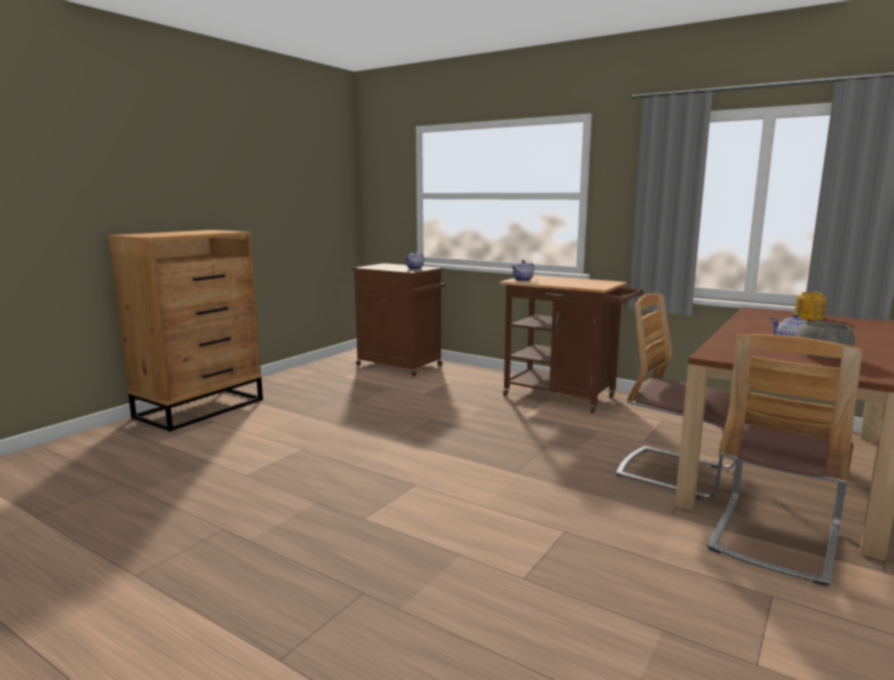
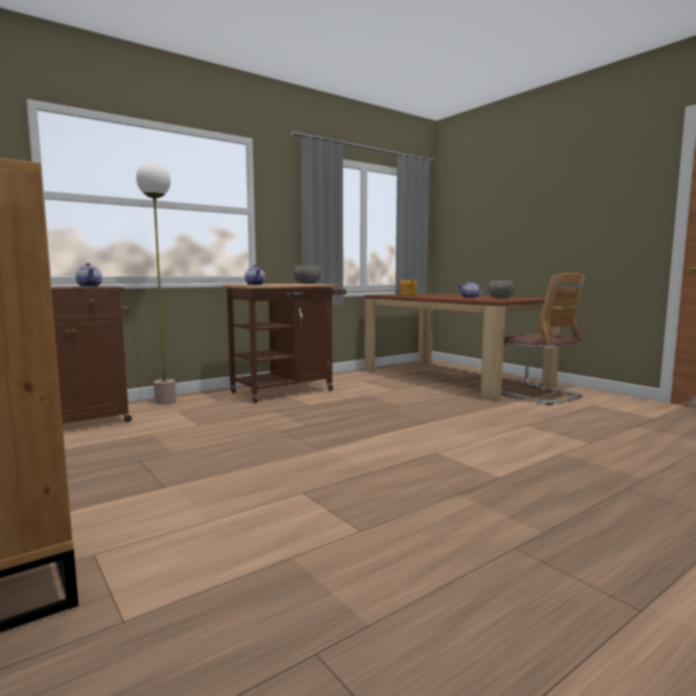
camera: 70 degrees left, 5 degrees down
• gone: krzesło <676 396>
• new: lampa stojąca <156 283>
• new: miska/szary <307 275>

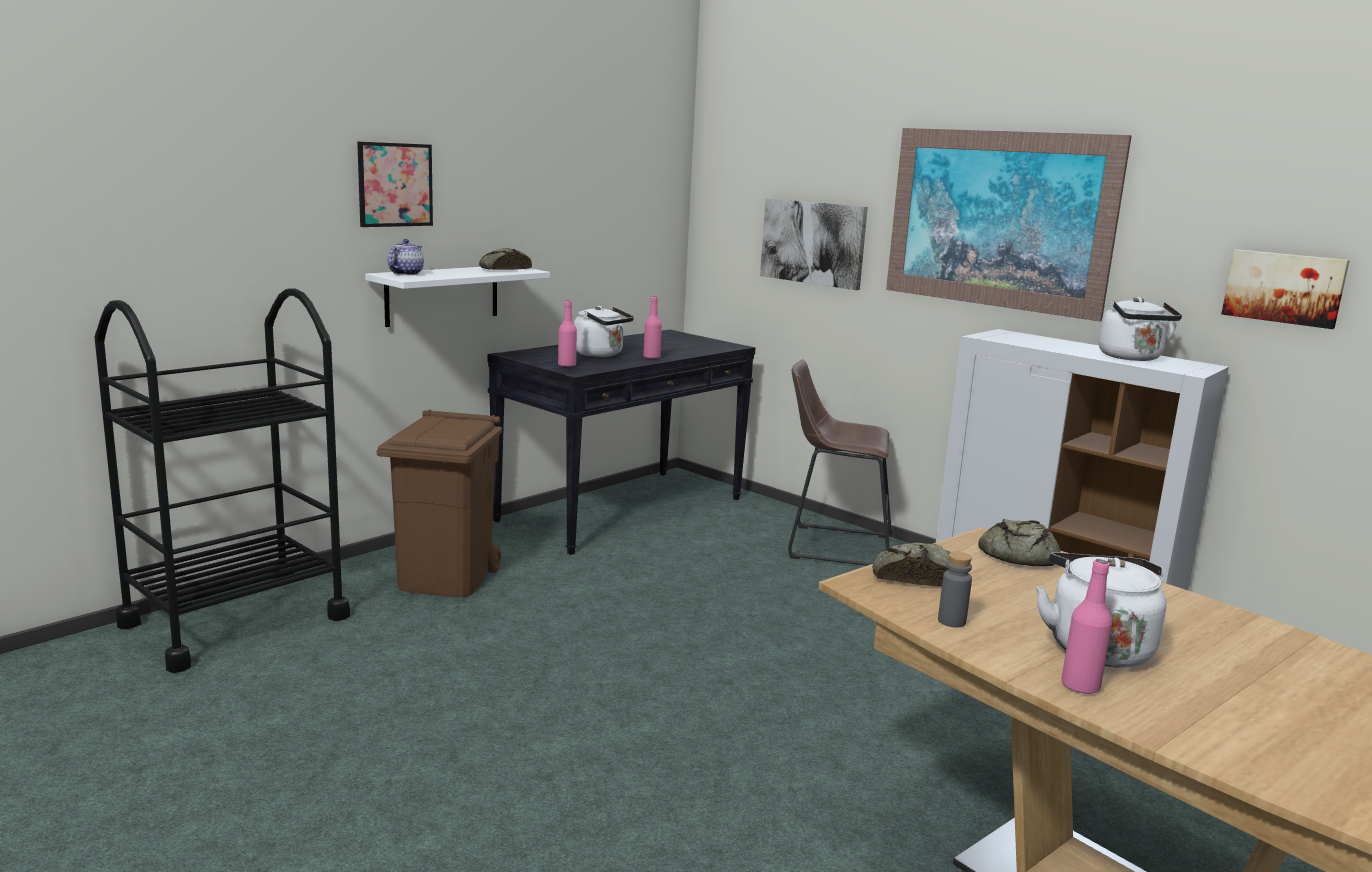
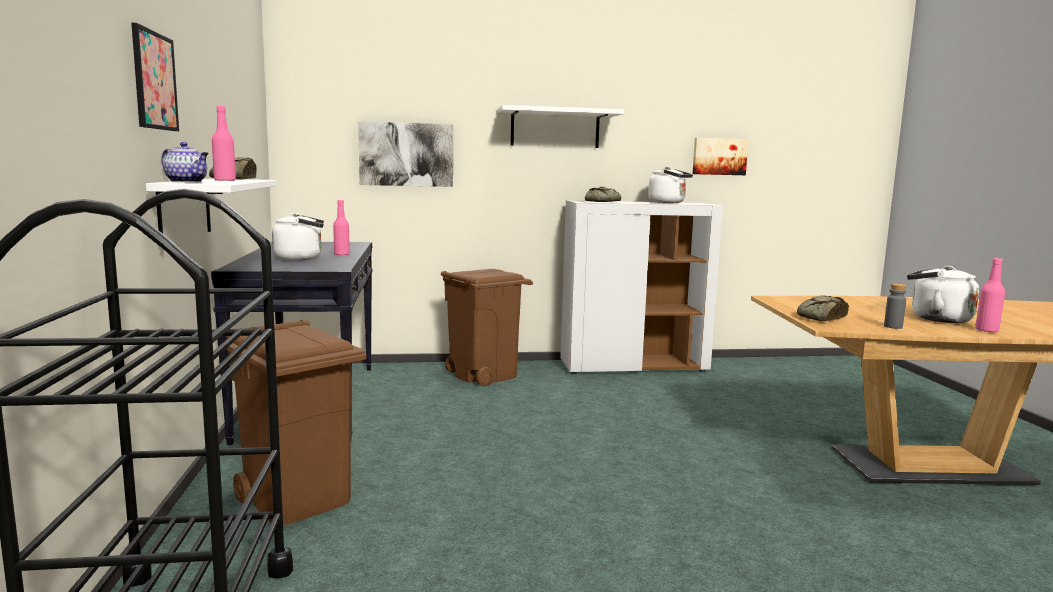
camera: 50 degrees left, 5 degrees down
• shifted: butelka/różowy <567 333> to <224 143>
• shifted: chleb <1019 542> to <603 194>
• swapped: stołek/brązowy <839 463> to kosz na śmieci/brązowy <487 327>
• swapped: obraz <1009 224> to półka/biały <561 126>
• rotated: imbryk <405 257> = <185 162> 150 degrees clockwise

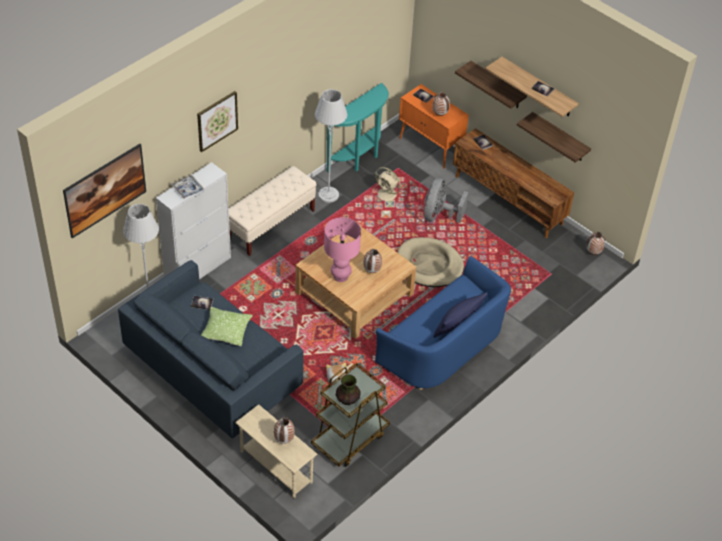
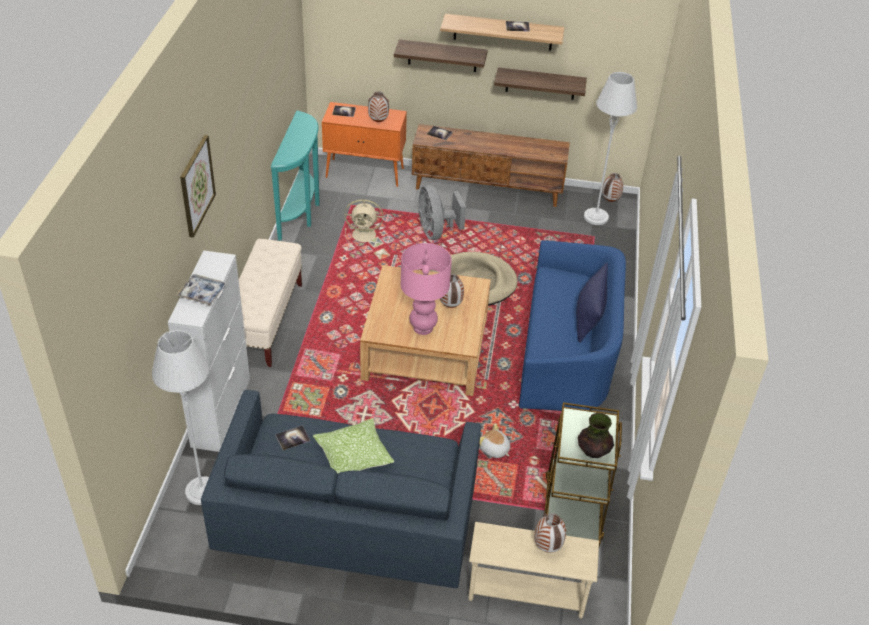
camera: 35 degrees left, 5 degrees down
• gone: obraz <104 191>
• shifted: lampa stojąca/szary <331 146> to <610 148>

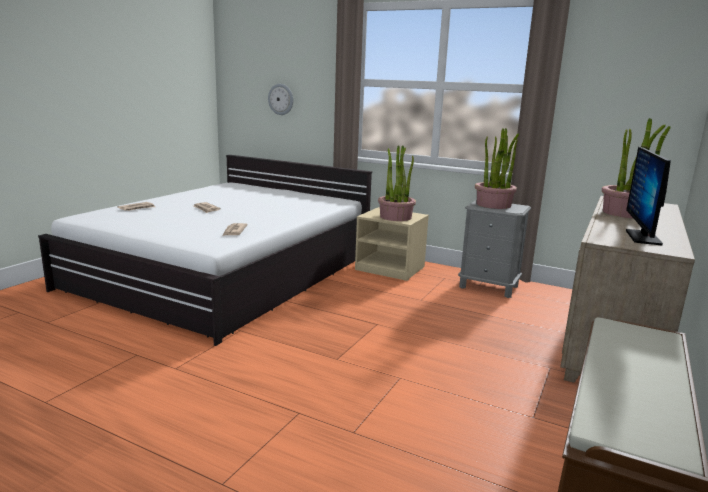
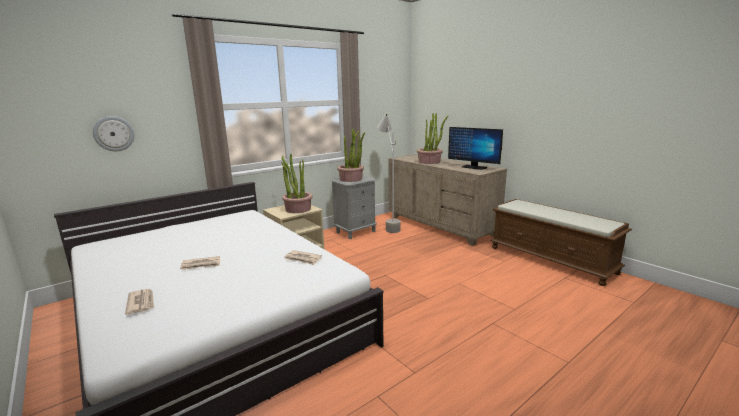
camera: 65 degrees left, 0 degrees up
• new: lampa stojąca/szary <388 173>

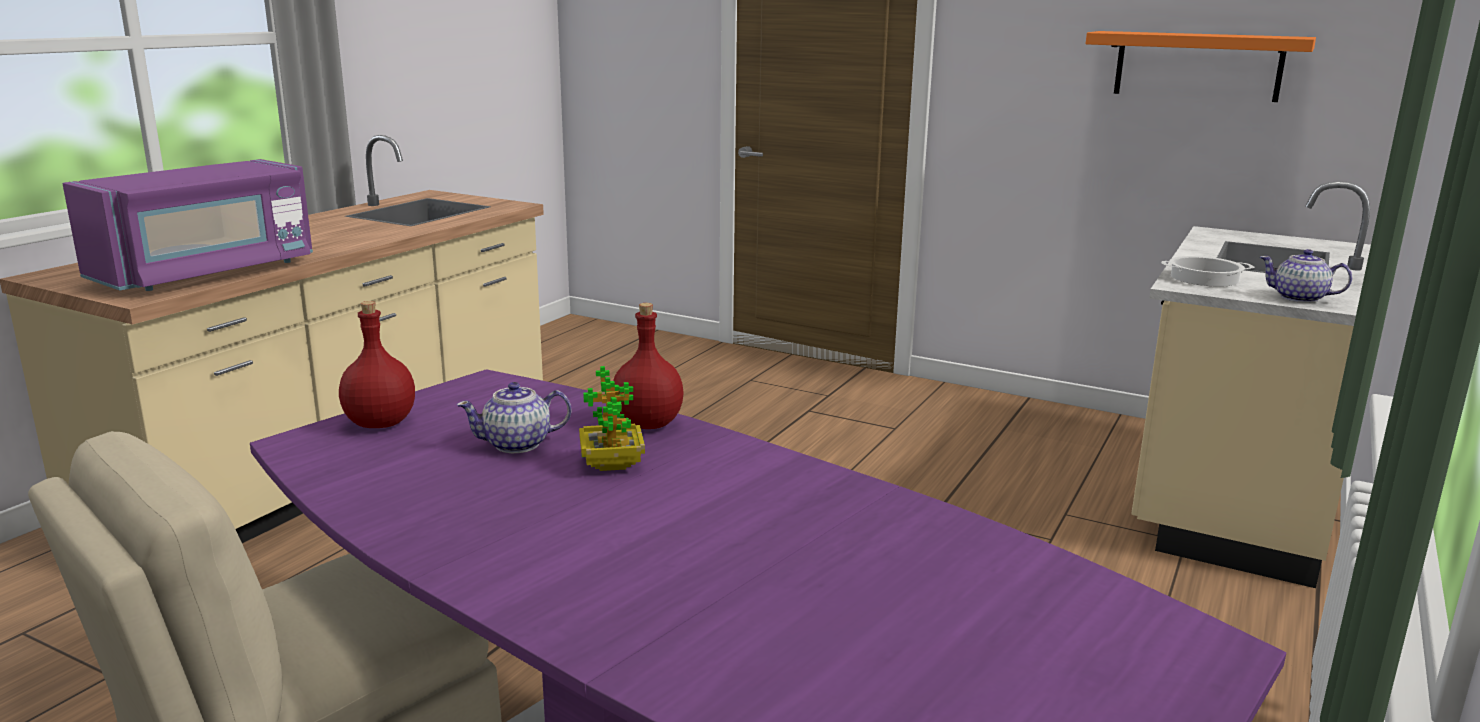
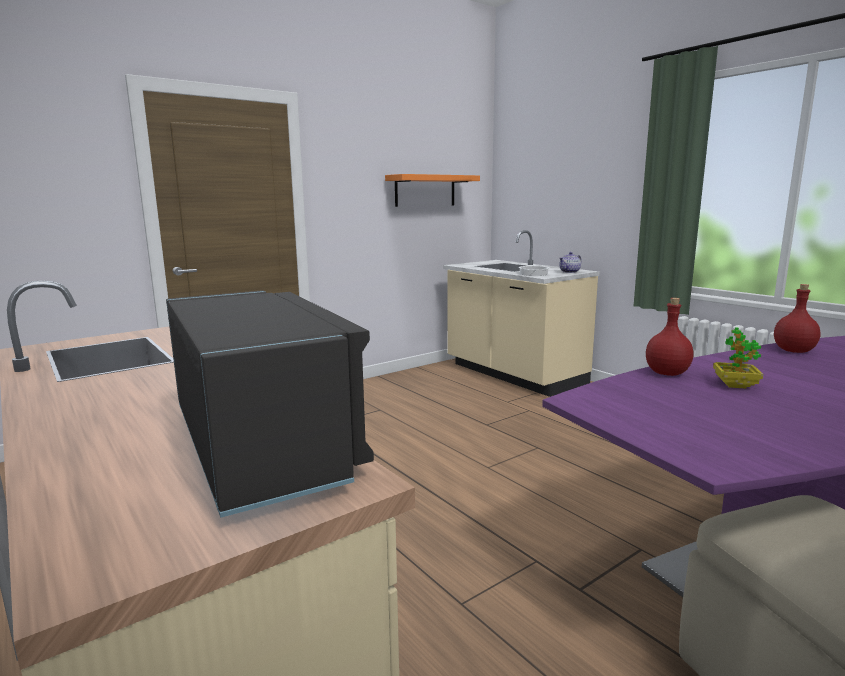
camera: 65 degrees left, 5 degrees down
• gone: imbryk <514 417>
• shifted: butelka/czerwony <377 364> to <797 318>
• repainted: mikrofalówka/fioletowy <187 225> to mikrofalówka/czarny <270 404>

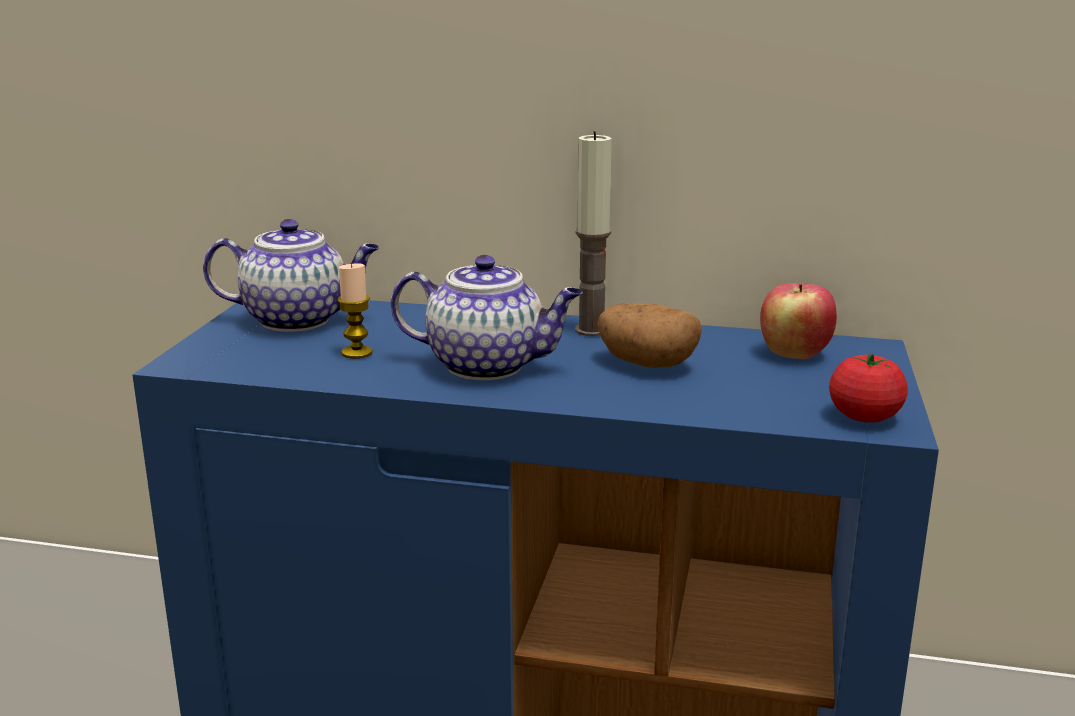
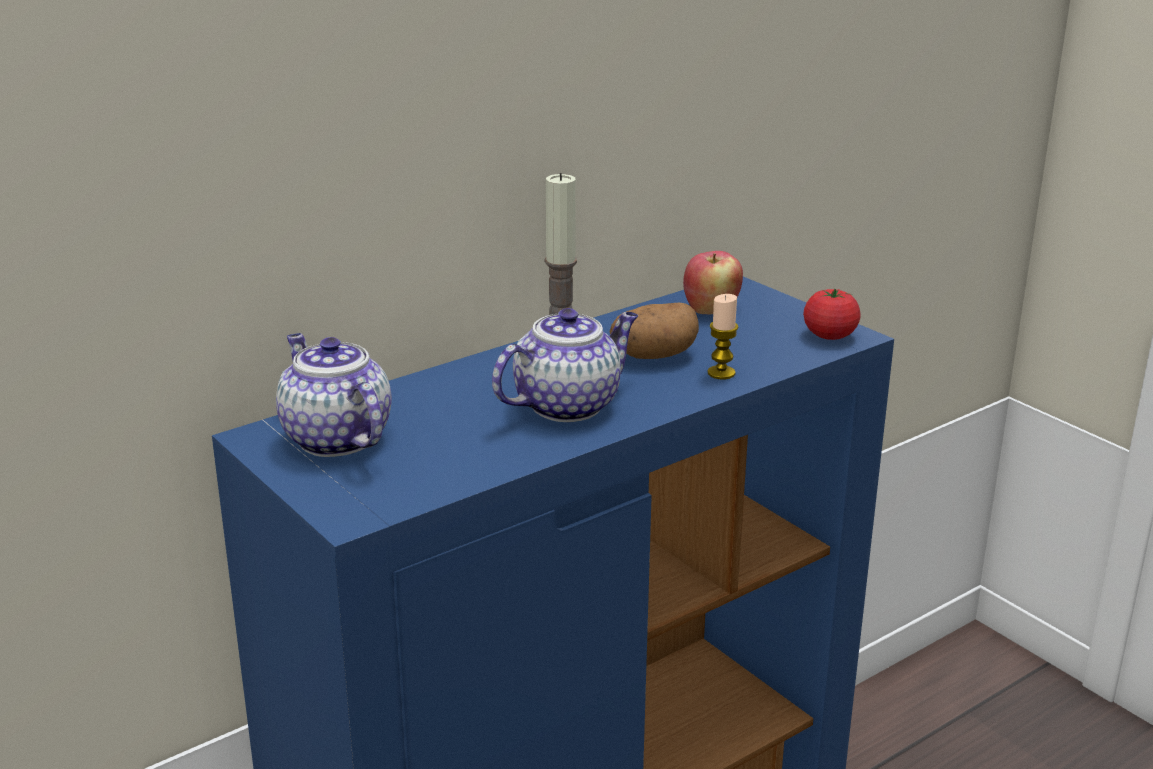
camera: 50 degrees left, 5 degrees up
• shifted: świeca <355 311> to <723 336>
• rotated: imbryk <291 275> = <334 395> 75 degrees counterclockwise

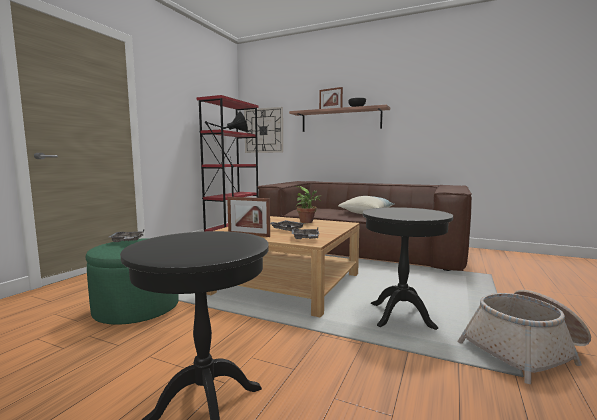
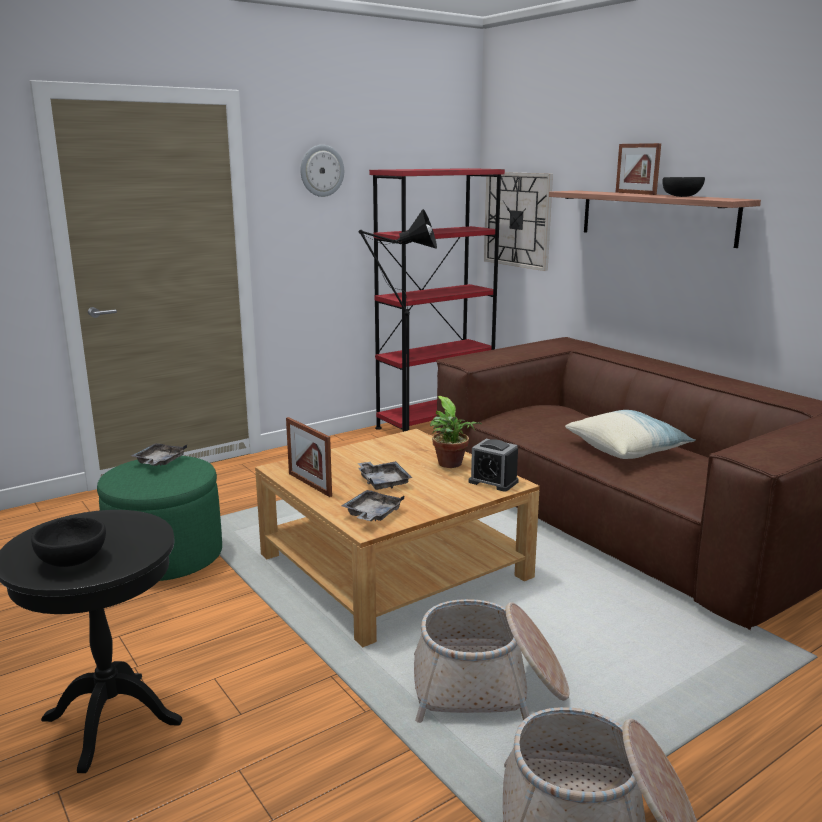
camera: 30 degrees right, 10 degrees up
• new: miska/czarny <68 542>
• new: zegar ścienny <322 171>
• new: budzik <494 465>
• swapped: stolik/czarny <408 268> to koszyk <492 661>

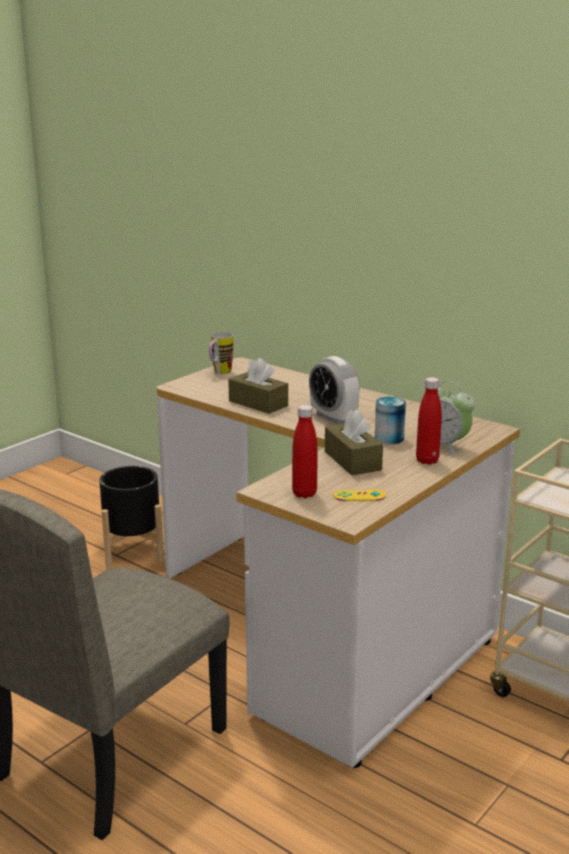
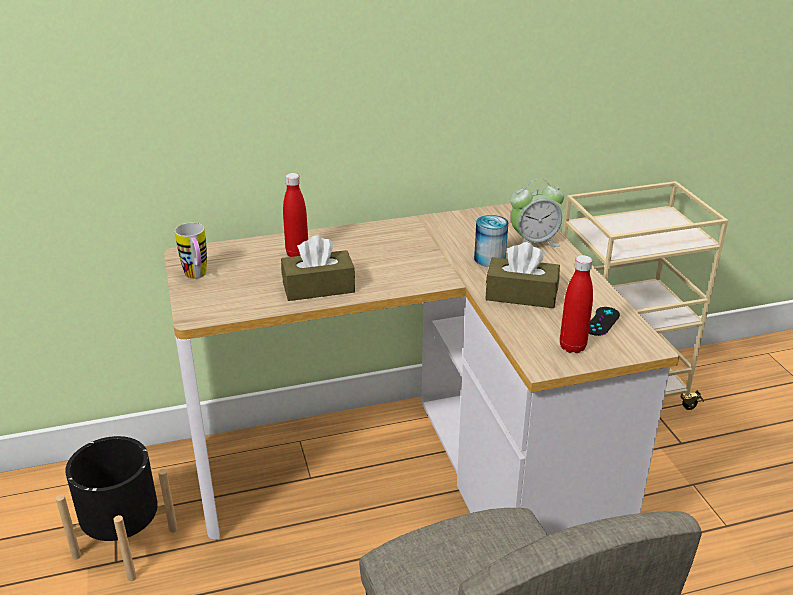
camera: 55 degrees left, 10 degrees up
• gone: budzik <334 390>
• shifted: butelka/czerwony <429 421> to <295 215>
• repainted: pad do gier/żółty <360 495> to pad do gier/czarny <604 321>

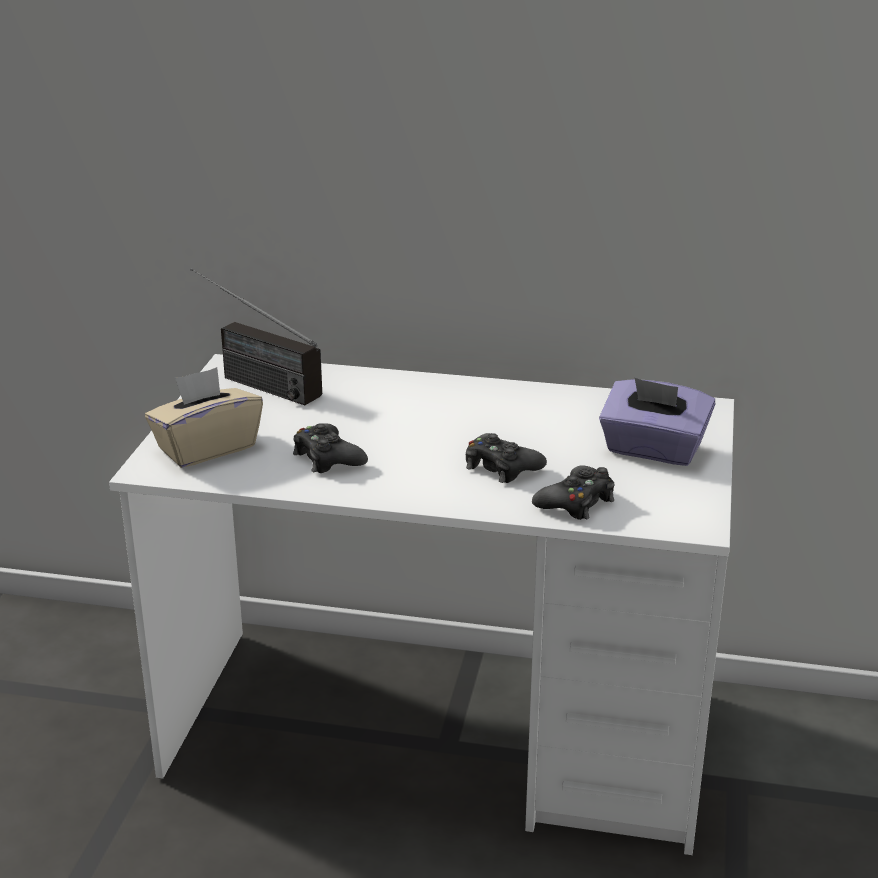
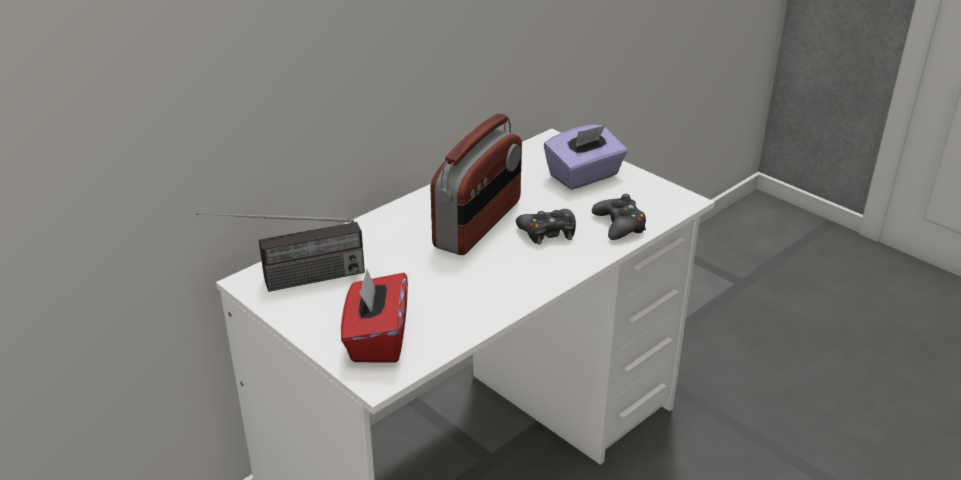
camera: 55 degrees left, 5 degrees up
• gone: pad do gier/czarny <330 448>
• new: radio <476 184>
• repainted: pudełko chusteczek/beżowy <204 417> to pudełko chusteczek/czerwony <374 316>

